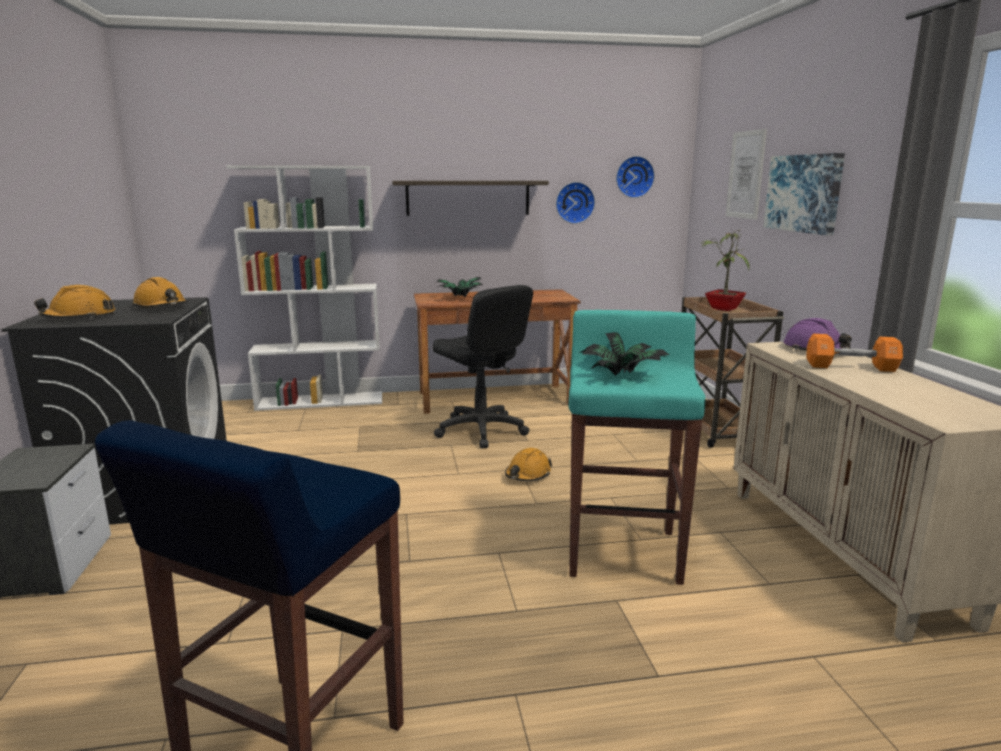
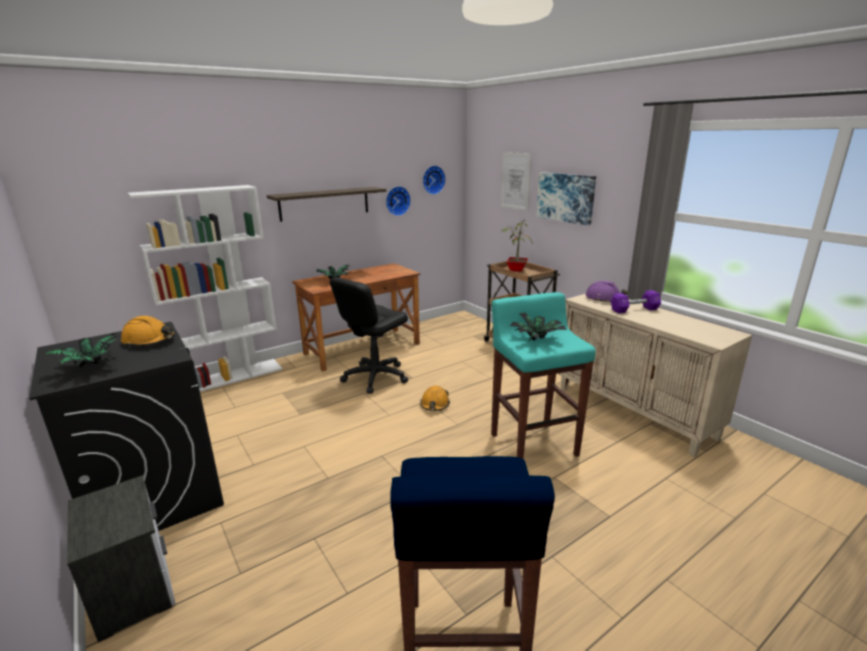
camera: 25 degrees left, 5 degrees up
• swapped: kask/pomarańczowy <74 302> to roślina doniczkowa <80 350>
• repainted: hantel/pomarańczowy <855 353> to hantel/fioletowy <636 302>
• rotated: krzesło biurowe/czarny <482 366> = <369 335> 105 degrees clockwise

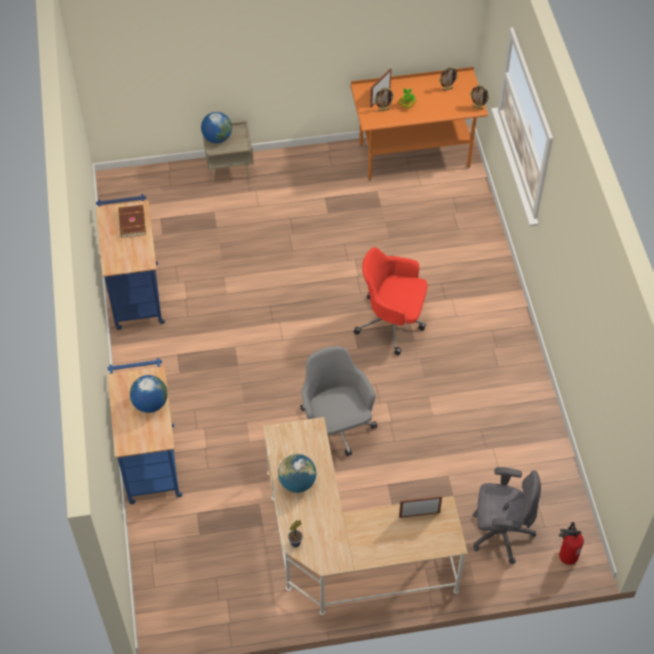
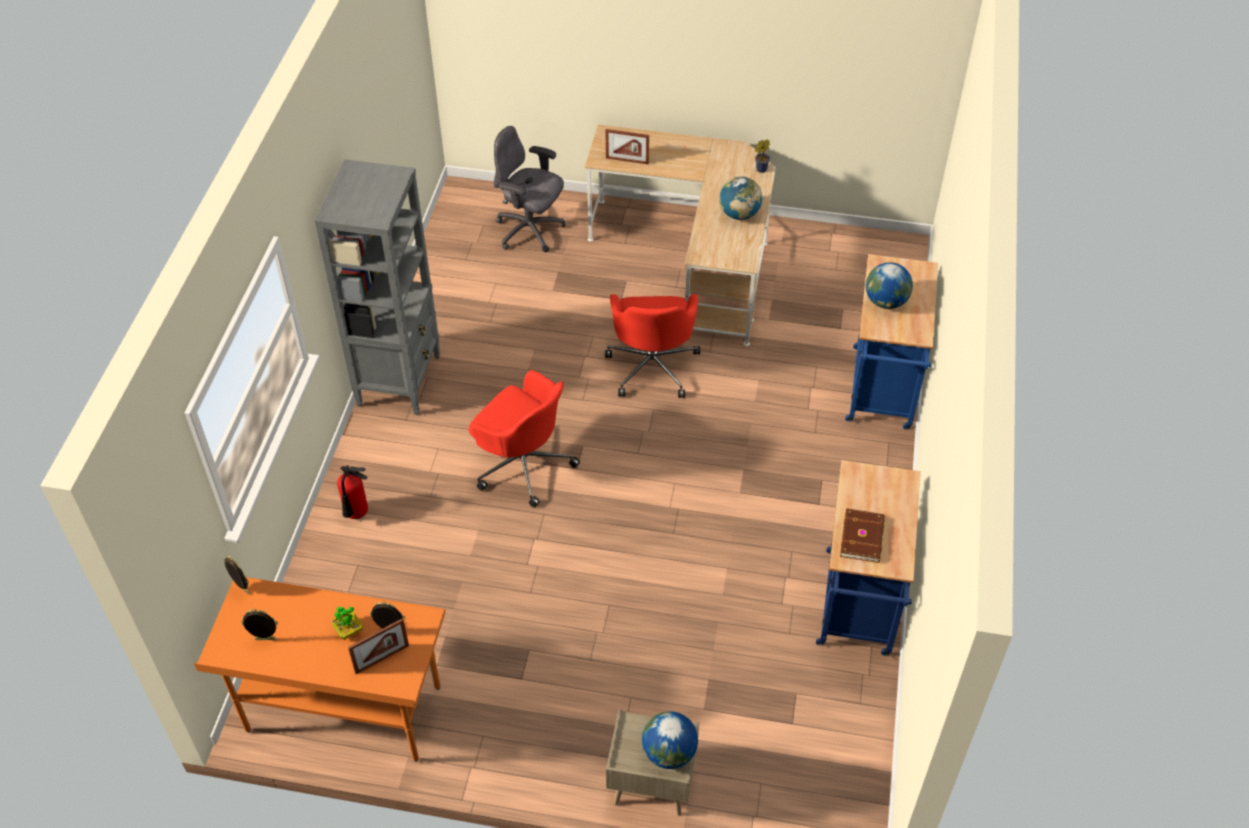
camera: 160 degrees left, 5 degrees down
• new: regał/szary <377 287>
• shifted: gaśnica <571 543> to <352 492>
• repainted: krzesło biurowe/szary <338 401> to krzesło biurowe/czerwony <652 346>

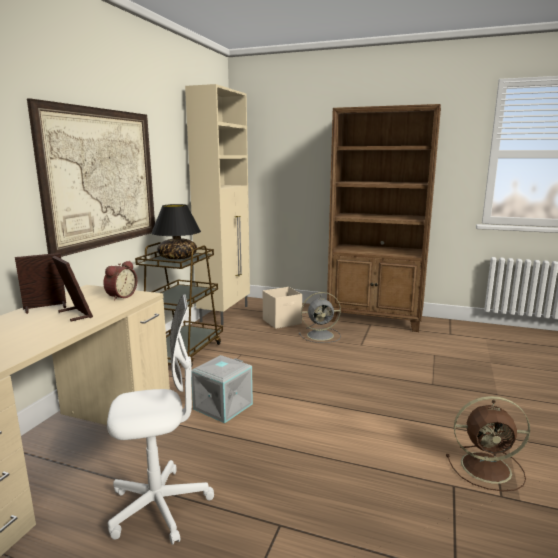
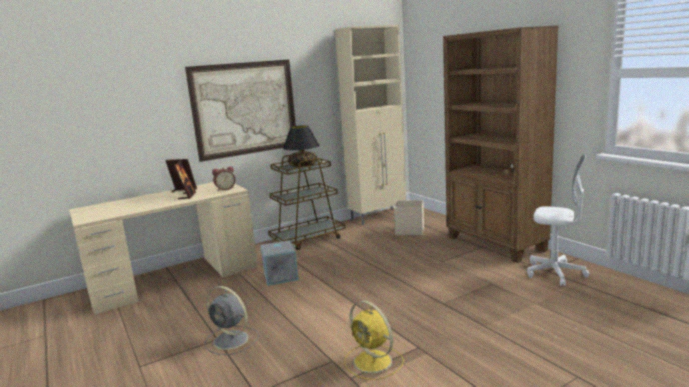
camera: 40 degrees right, 0 degrees up
• shifted: krzesło biurowe/biały <160 419> to <558 220>
• shifted: wentylator/szary <320 317> to <232 320>
• repainted: wentylator/brązowy <488 443> to wentylator/żółty <374 340>

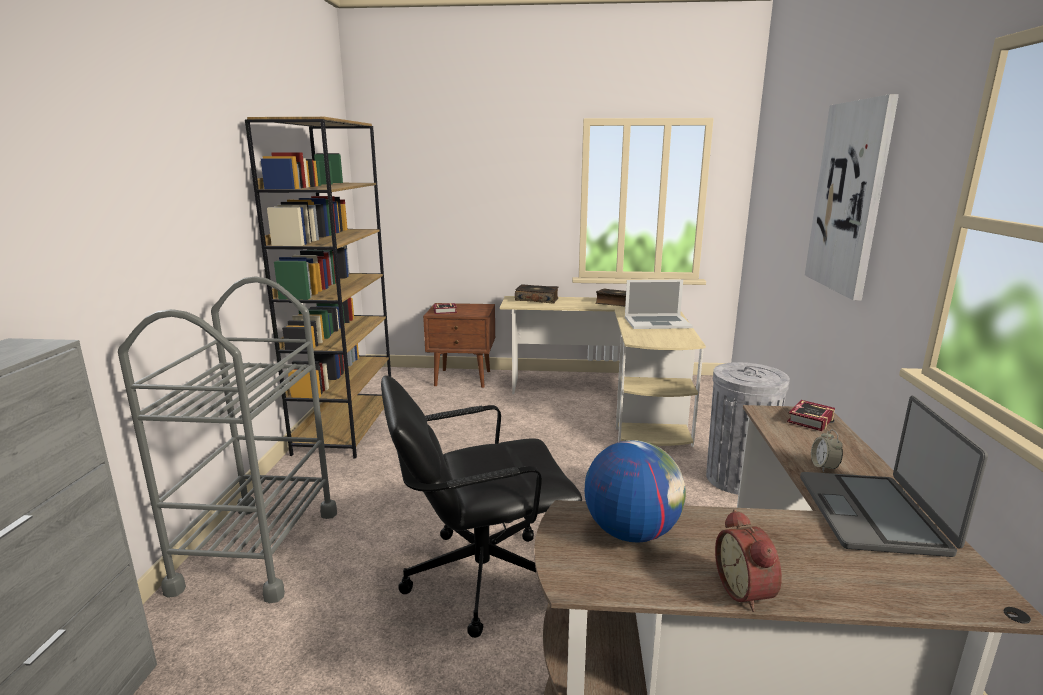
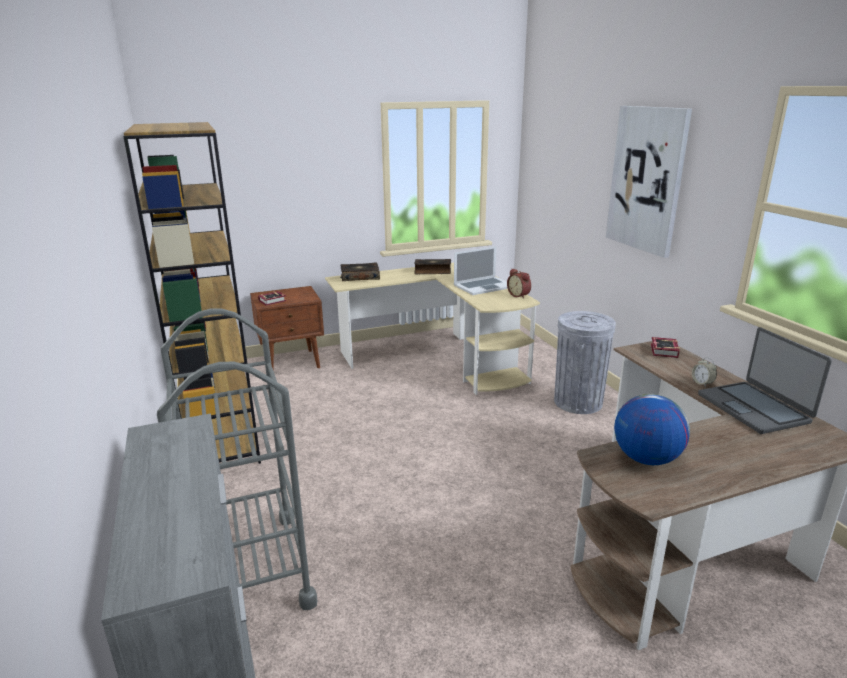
camera: 25 degrees left, 5 degrees up
• gone: krzesło biurowe/czarny <481 506>
• shifted: budzik <748 560> to <519 284>

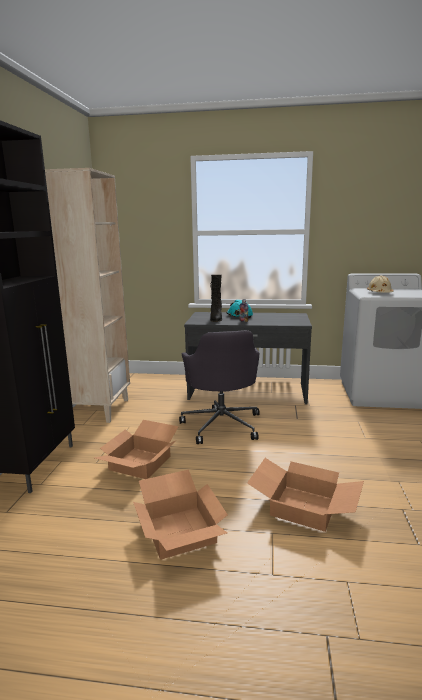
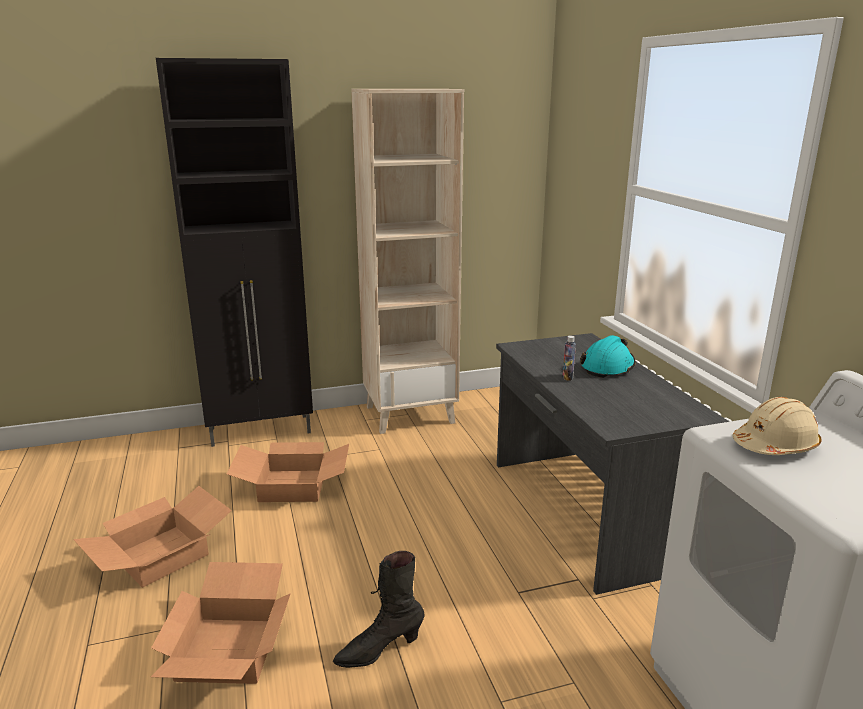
camera: 65 degrees right, 5 degrees up
• gone: krzesło biurowe/szary <219 387>
• shifted: but z cholewką/czarny <216 298> to <379 609>

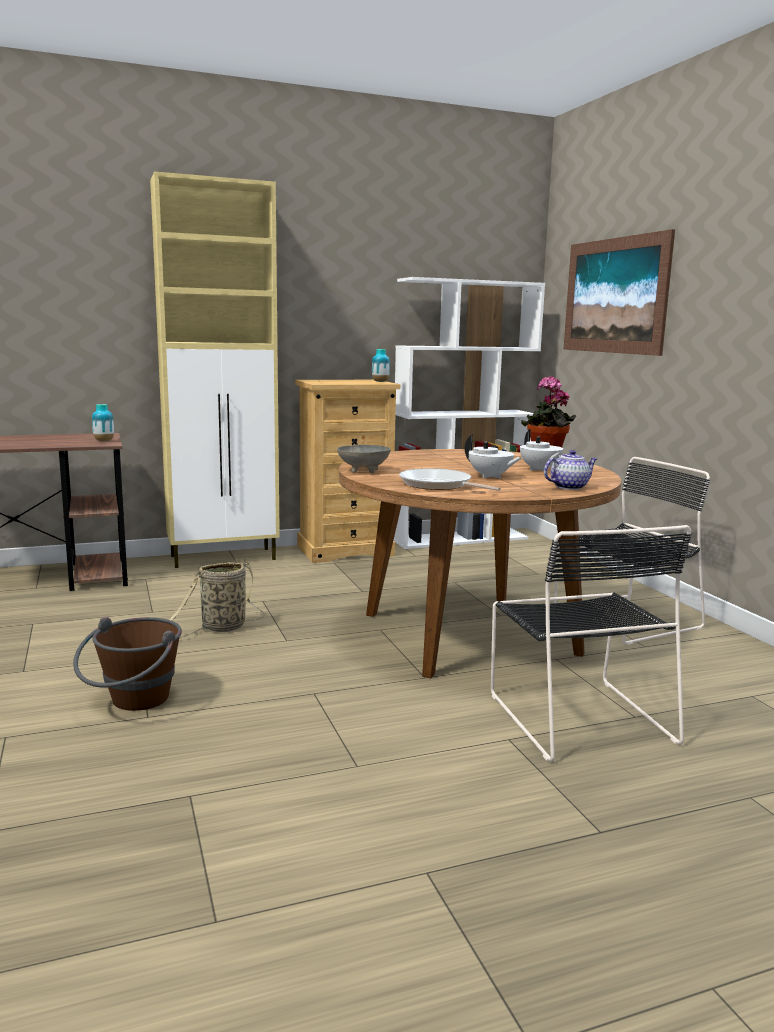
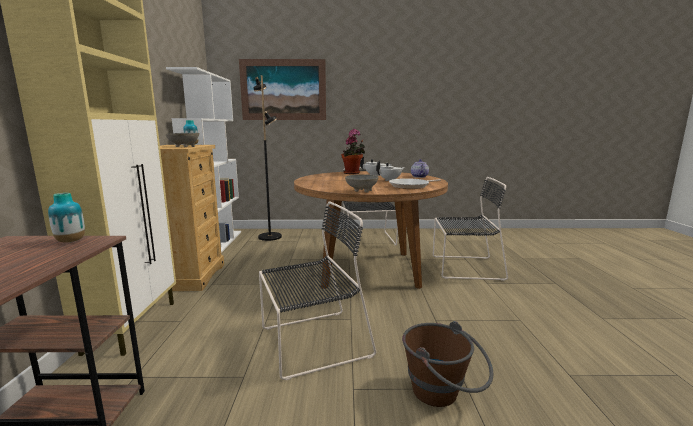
camera: 70 degrees left, 0 degrees up
• new: miska/szary <182 140>
• new: lampa stojąca/czarny <268 158>
• swapped: koszyk <217 600> to krzesło/czarny <317 290>

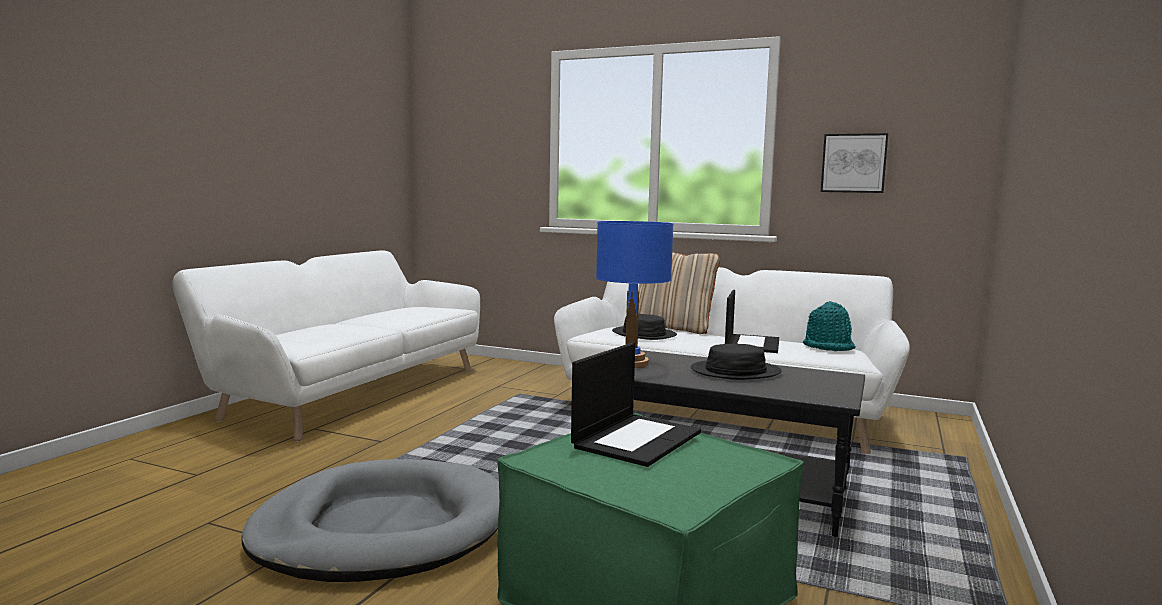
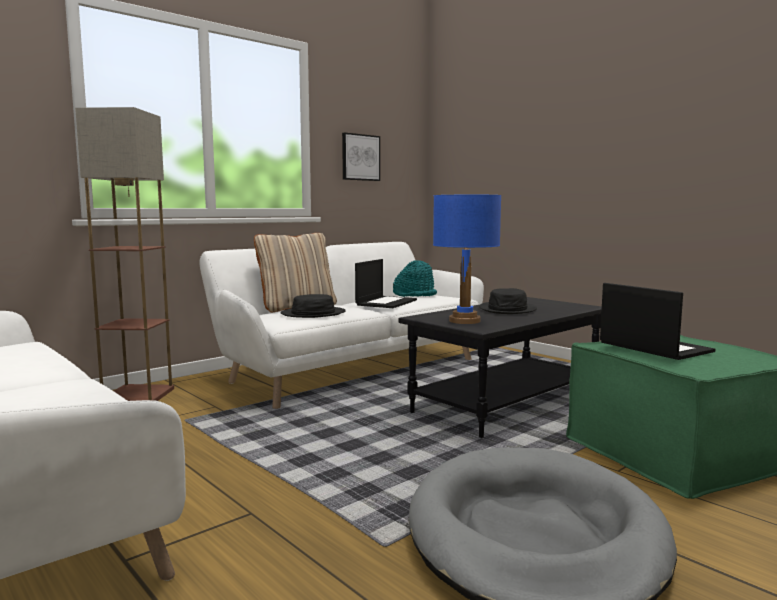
camera: 65 degrees left, 0 degrees up
• new: lampa stojąca <124 254>
• rotated: laptop <752 321> = <386 283> 75 degrees clockwise

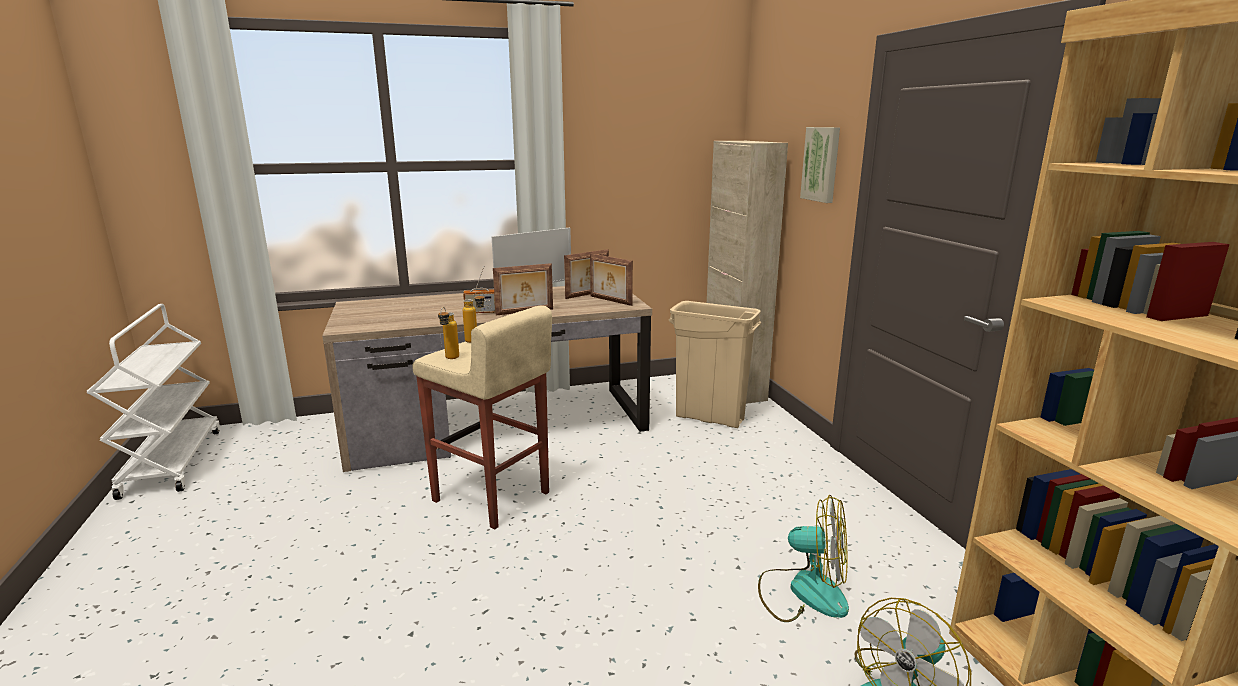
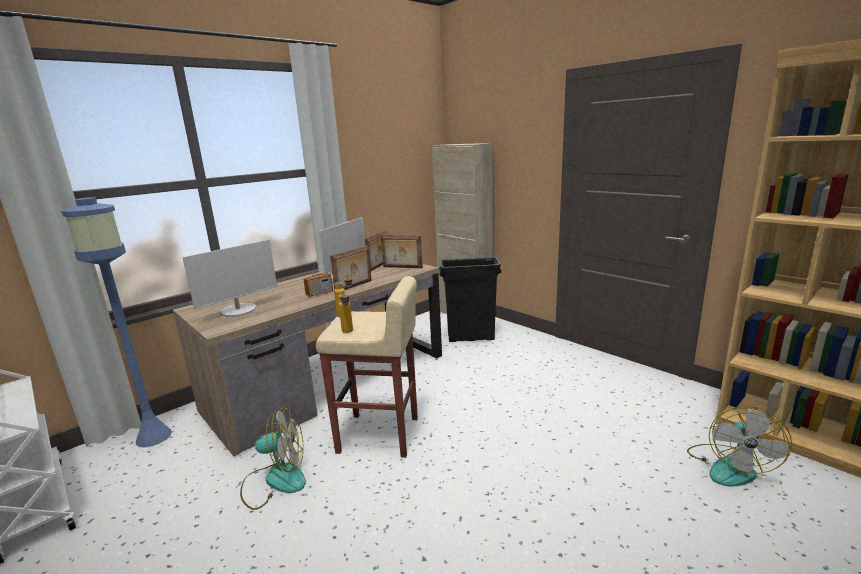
camera: 25 degrees left, 0 degrees up
• gone: obraz <820 165>
• new: lampa stojąca/niebieski <116 322>
• new: monitor <229 278>
• shifted: wentylator <803 558> to <273 458>
• repainted: kosz na śmieci/beżowy <715 364> to kosz na śmieci/czarny <470 299>

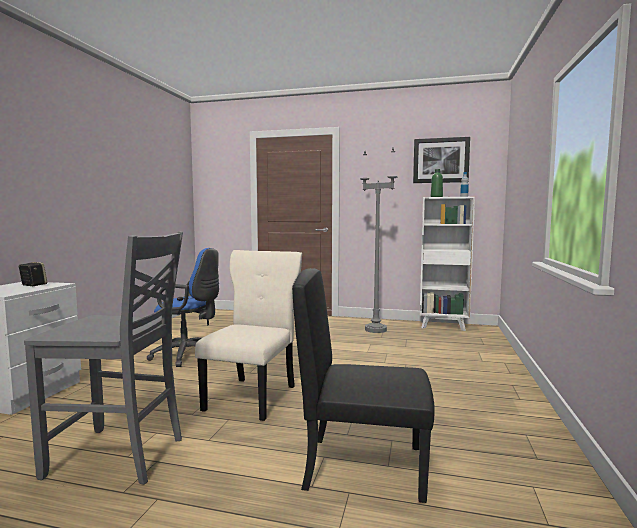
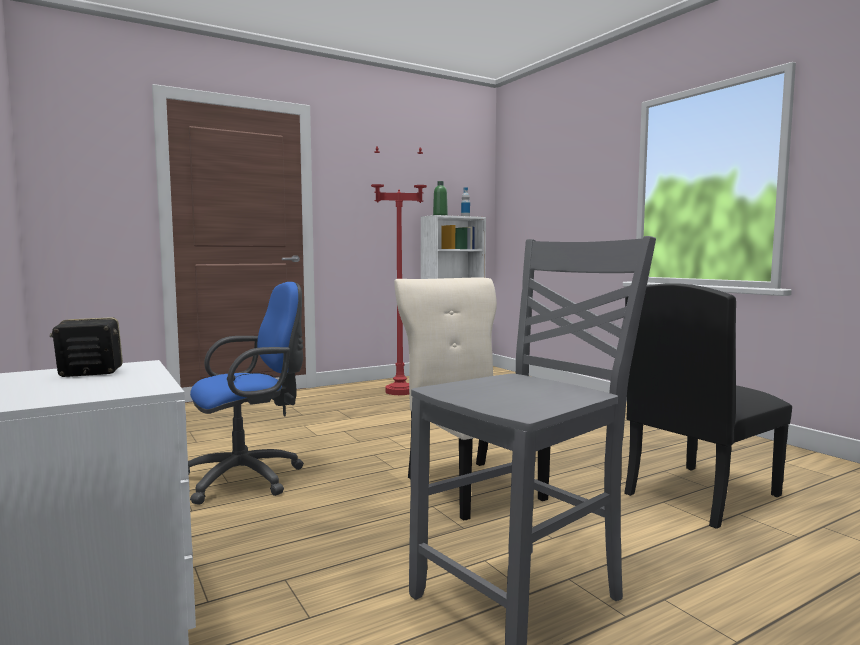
camera: 45 degrees left, 0 degrees up
• gone: obraz <441 160>
• repainted: lampa stojąca/szary <379 240> to lampa stojąca/czerwony <399 271>

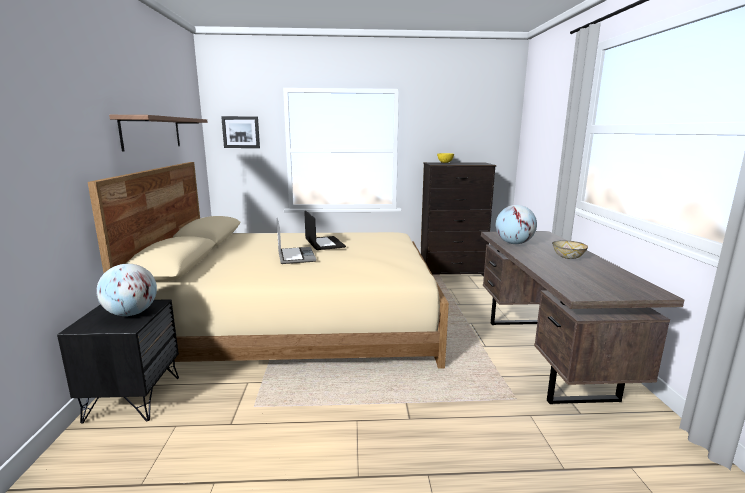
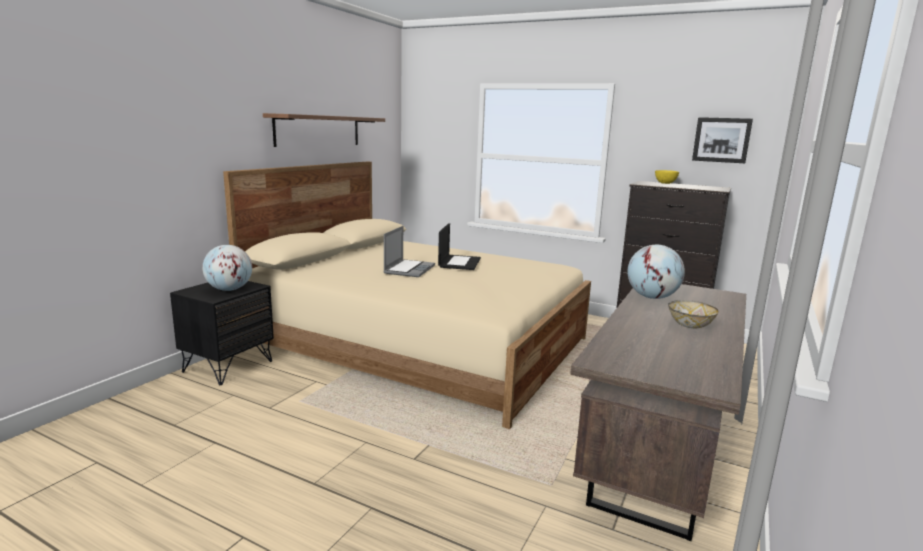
camera: 30 degrees right, 0 degrees up
• shifted: obraz <240 132> to <722 140>

